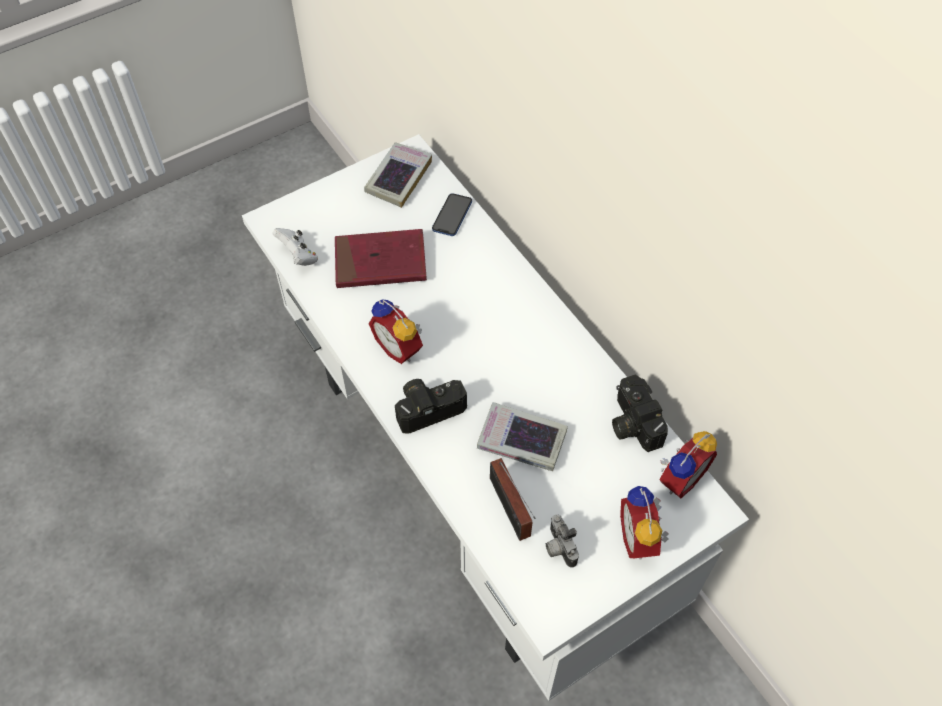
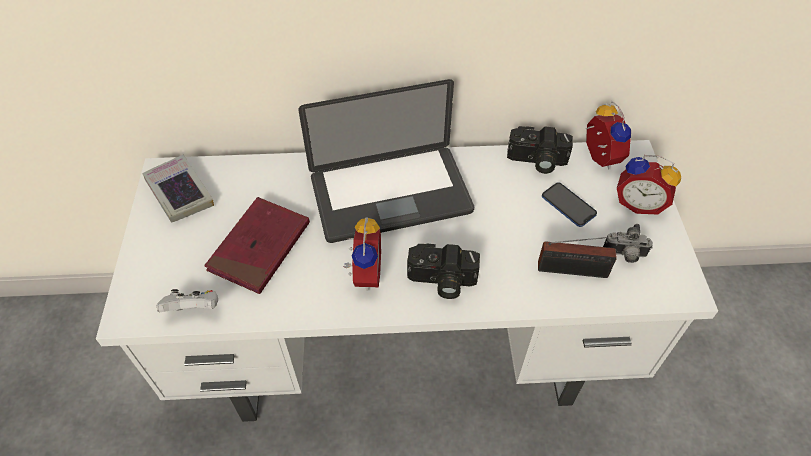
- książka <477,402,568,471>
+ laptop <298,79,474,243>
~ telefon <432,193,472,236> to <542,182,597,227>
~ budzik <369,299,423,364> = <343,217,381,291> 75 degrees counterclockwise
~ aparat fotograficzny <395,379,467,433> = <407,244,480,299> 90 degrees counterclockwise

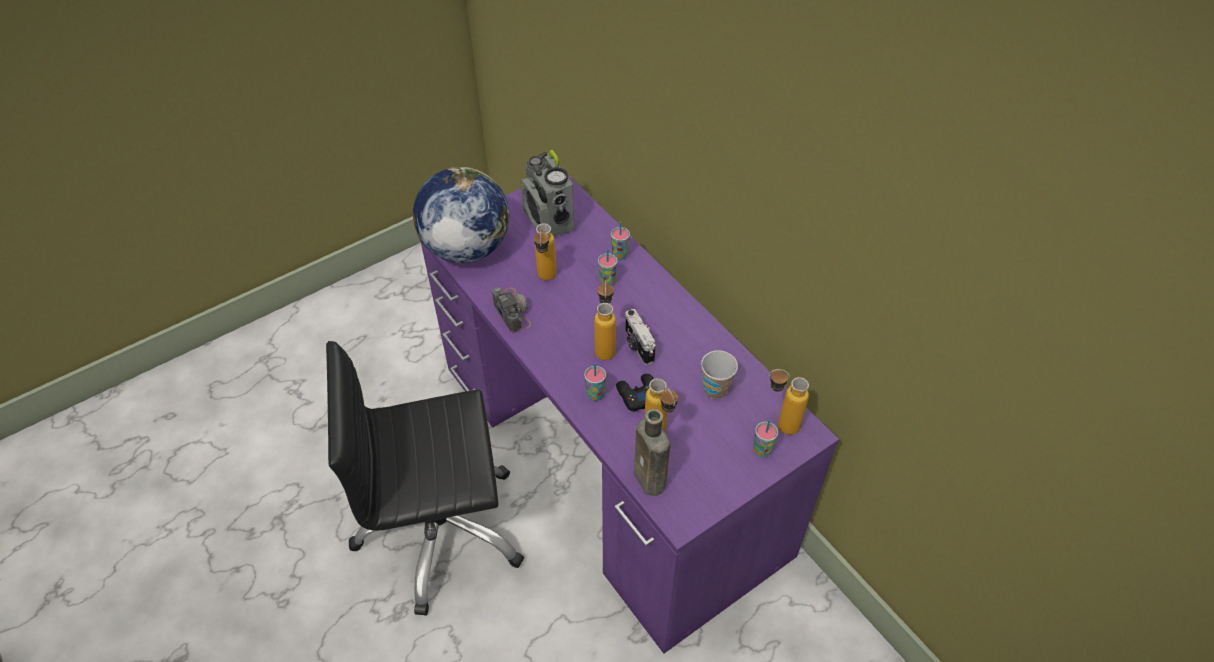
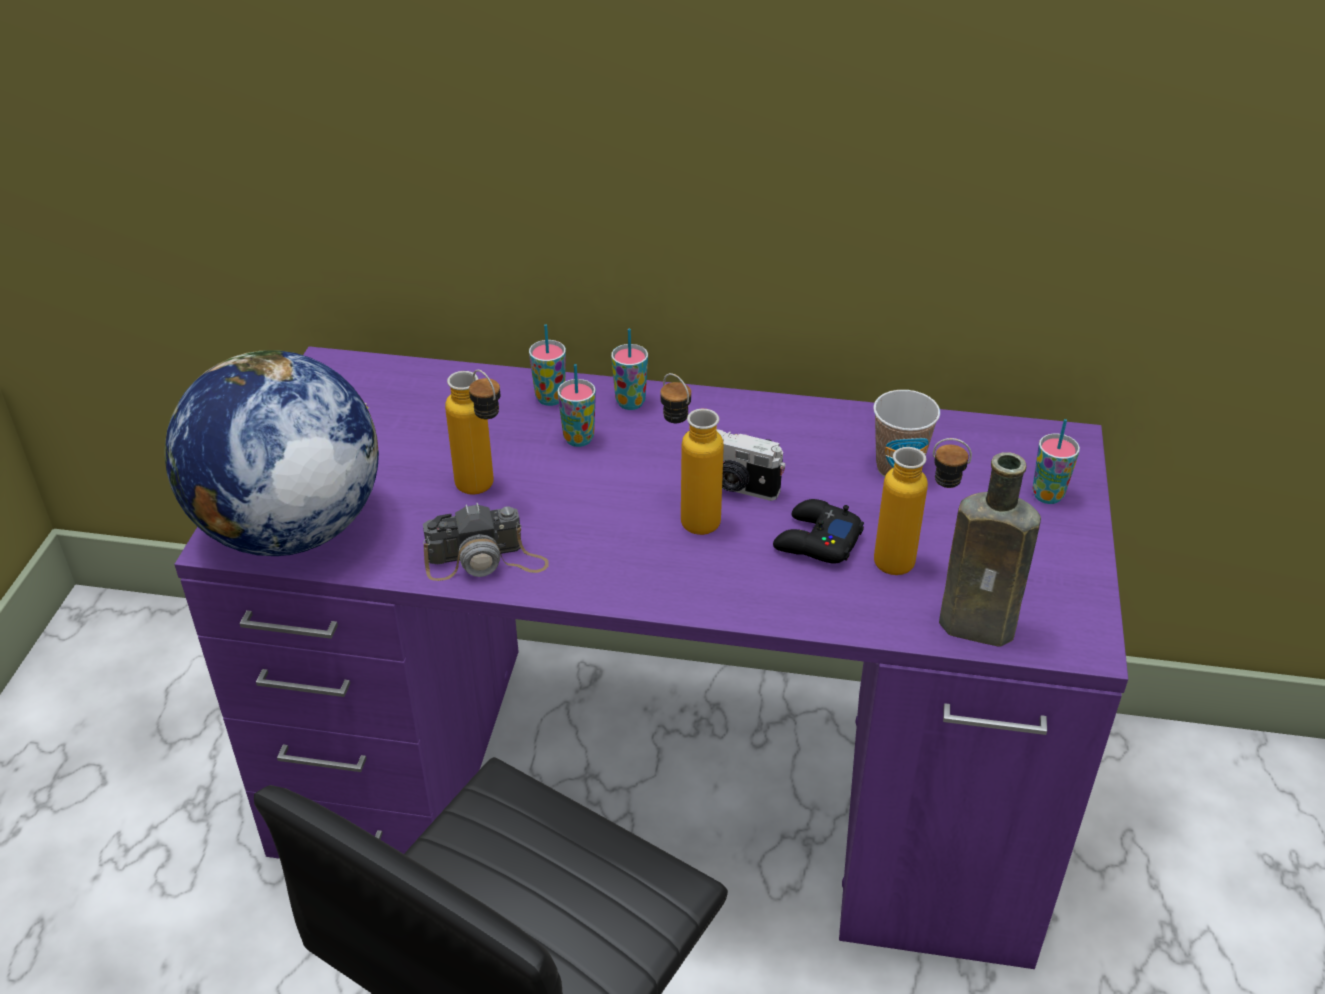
- radio <520,150,575,237>
- butelka <769,369,809,435>
~ filiżanka <584,363,606,401> to <611,329,648,410>
~ aparat fotograficzny <492,287,531,333> = <423,503,549,581> 150 degrees clockwise

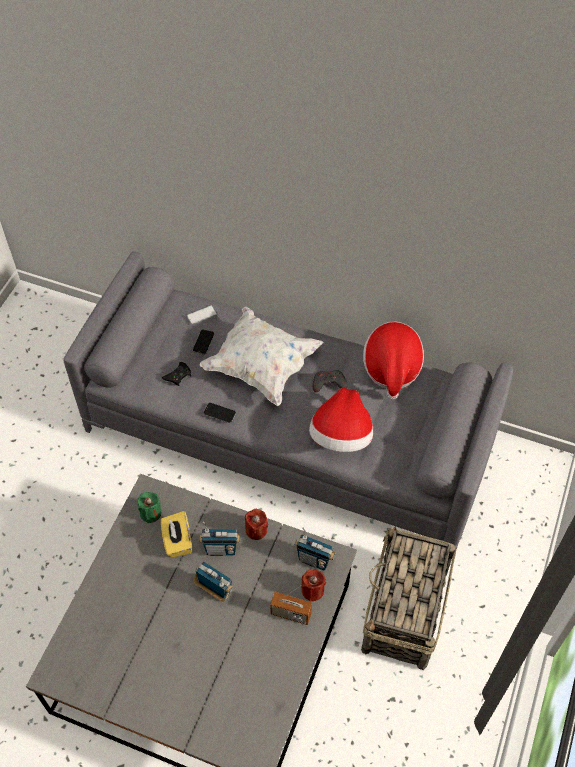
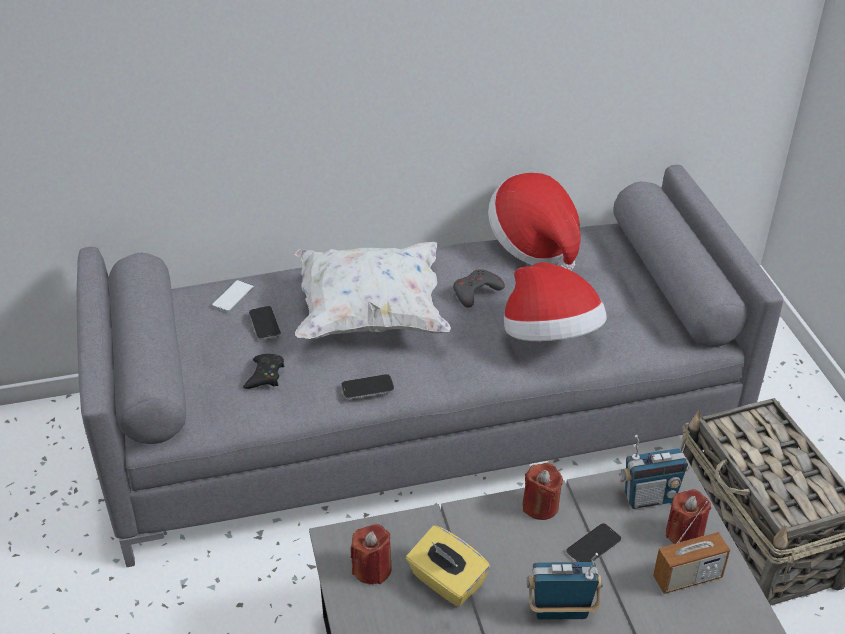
- radio <199,521,240,556>
+ telefon <566,523,622,562>
~ świeca/zielony <137,492,161,523> to świeca/czerwony <351,524,392,584>

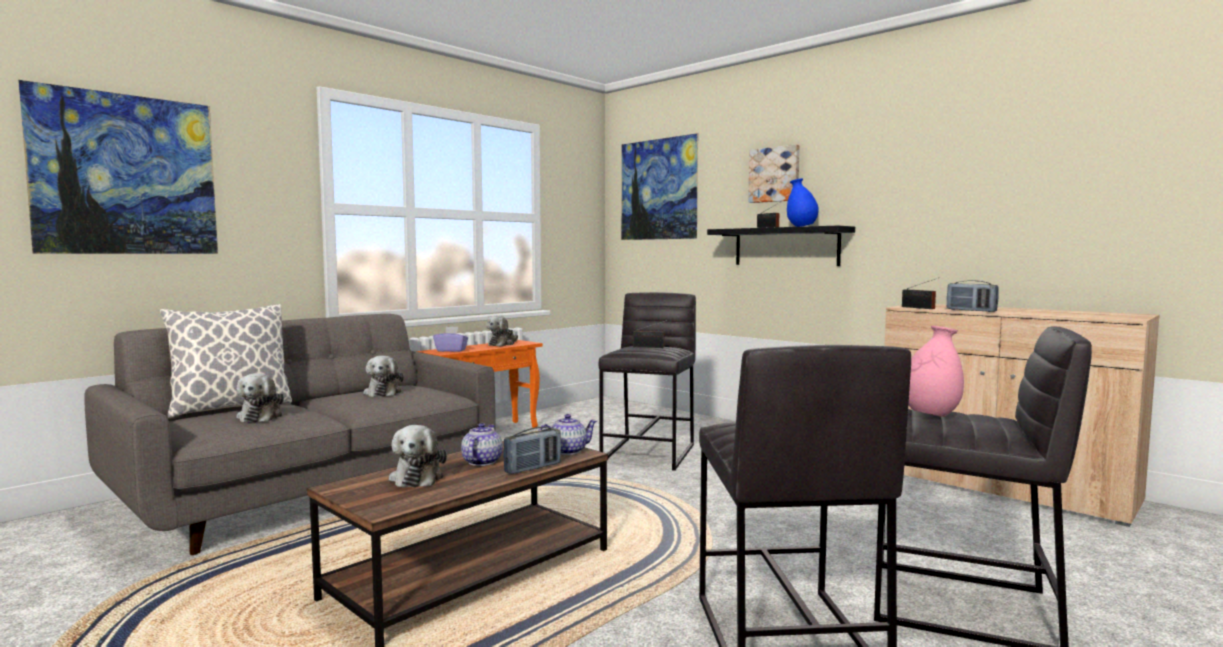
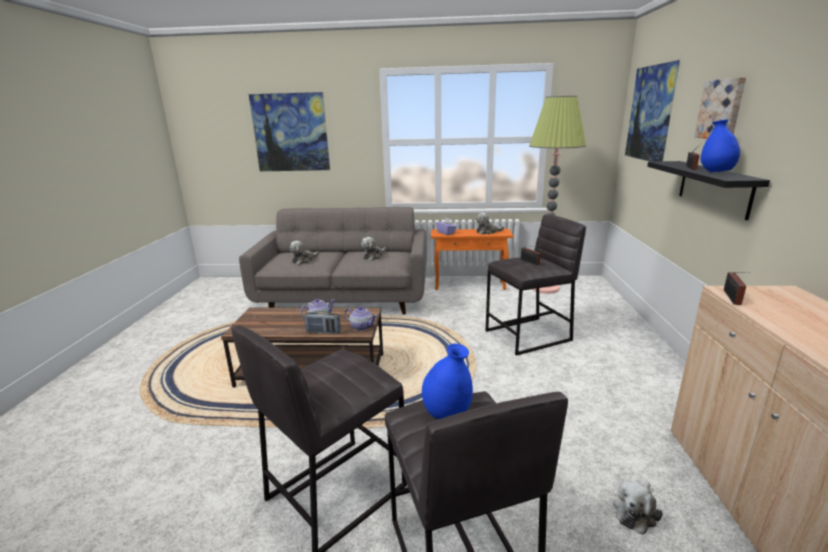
- poduszka <160,304,292,418>
- radio <947,280,999,312>
+ lampa stojąca <529,95,586,294>
~ pluszak <389,425,447,488> to <613,481,663,535>
~ wazon/różowy <908,326,964,417> to wazon/niebieski <422,343,473,419>

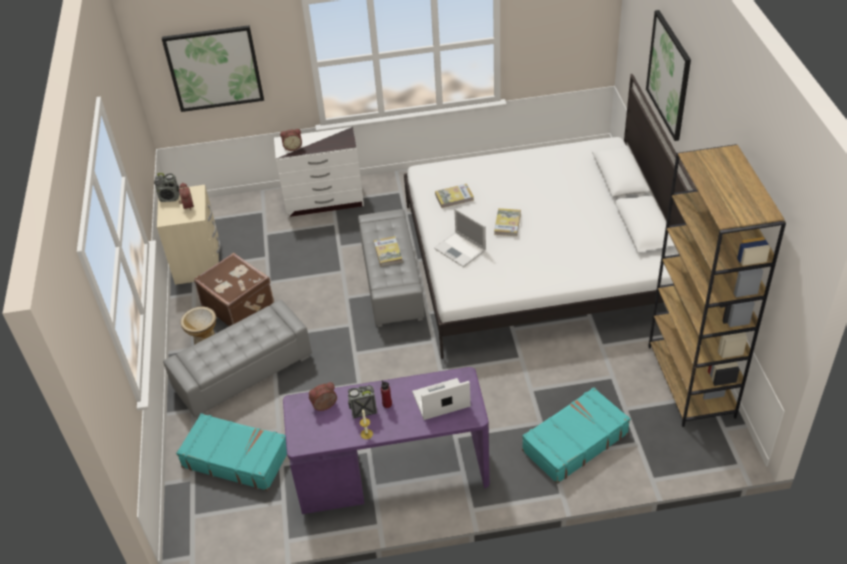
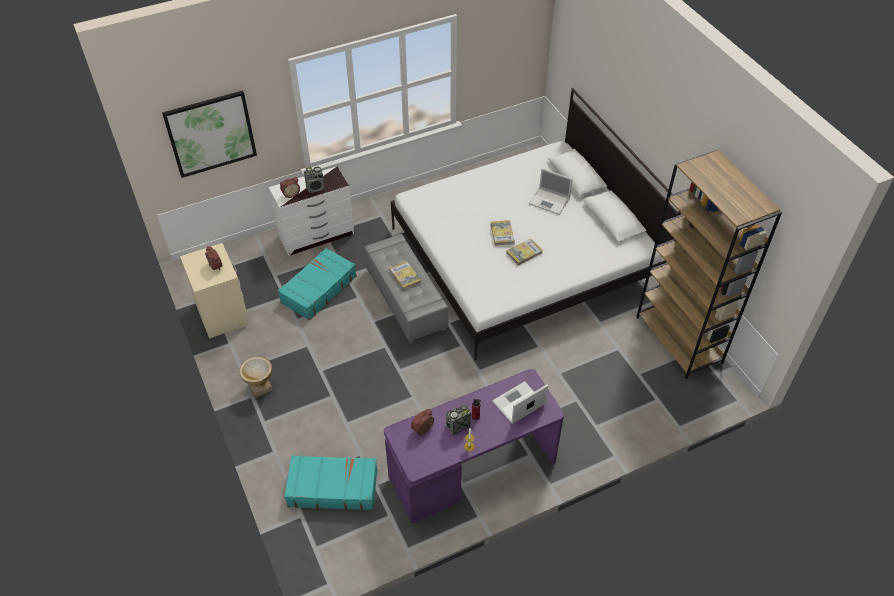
- pufa/szary <163,300,312,419>
- walizka/brązowy <194,253,274,326>
- obraz <646,10,691,141>
~ radio <154,173,180,202> to <304,167,324,193>
~ laptop <434,208,486,267> to <529,168,573,215>
~ książka <435,184,474,208> to <506,239,543,266>
~ walizka/turkusowy <522,387,630,484> to <278,248,357,320>

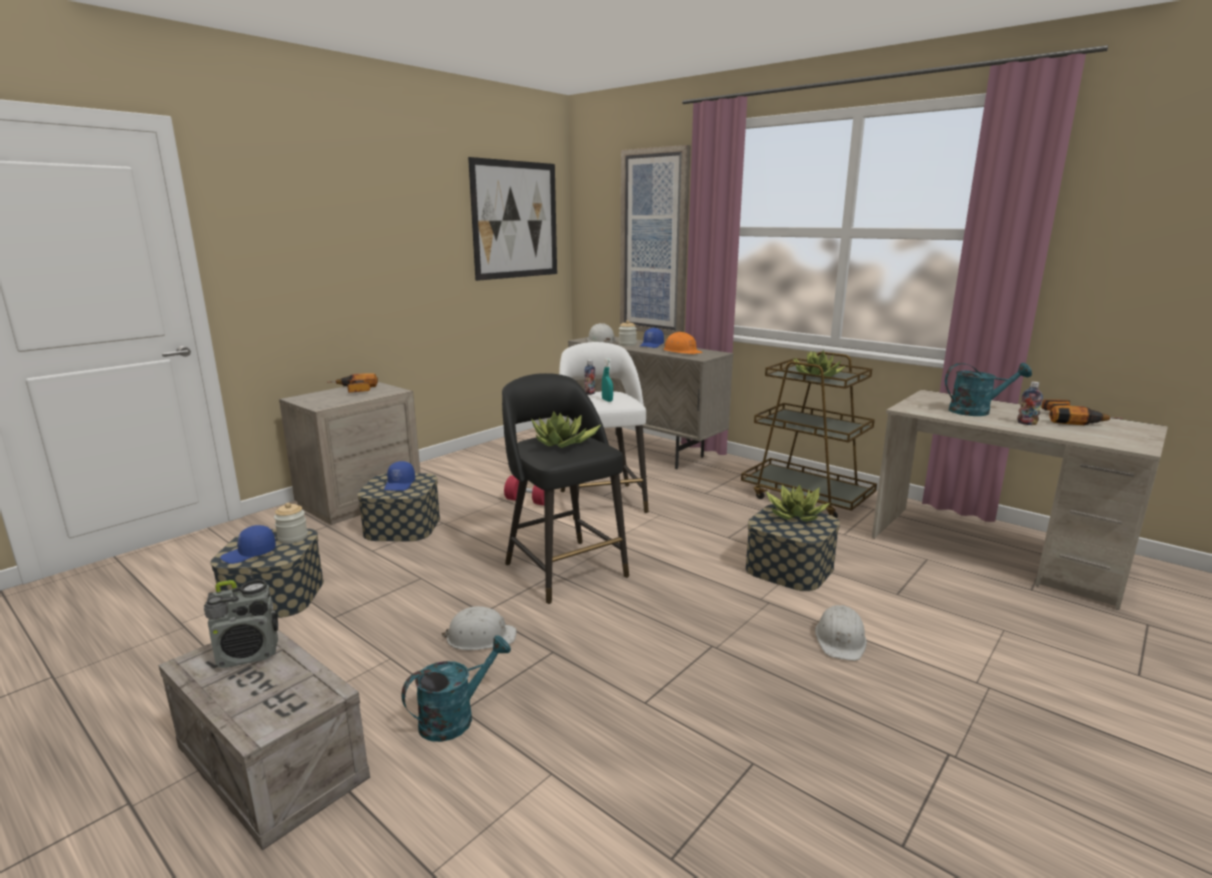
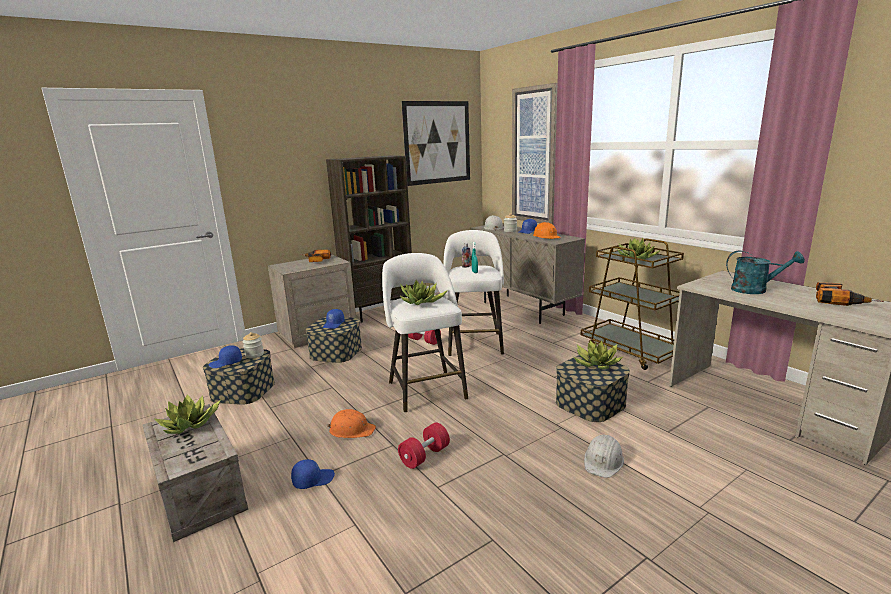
- butelka <1017,381,1043,425>
+ regał/brązowy <326,155,413,322>
+ hantel/czerwony <398,422,450,469>
~ radio <203,580,278,668> to roślina doniczkowa <155,394,221,434>
~ konewka/turkusowy <401,635,511,742> to czapka z daszkiem/niebieski <291,459,335,489>
~ kask/biały <441,606,517,650> to kask/pomarańczowy <327,409,376,438>
~ stołek/czarny <502,373,629,604> to stołek/biały <382,253,468,413>

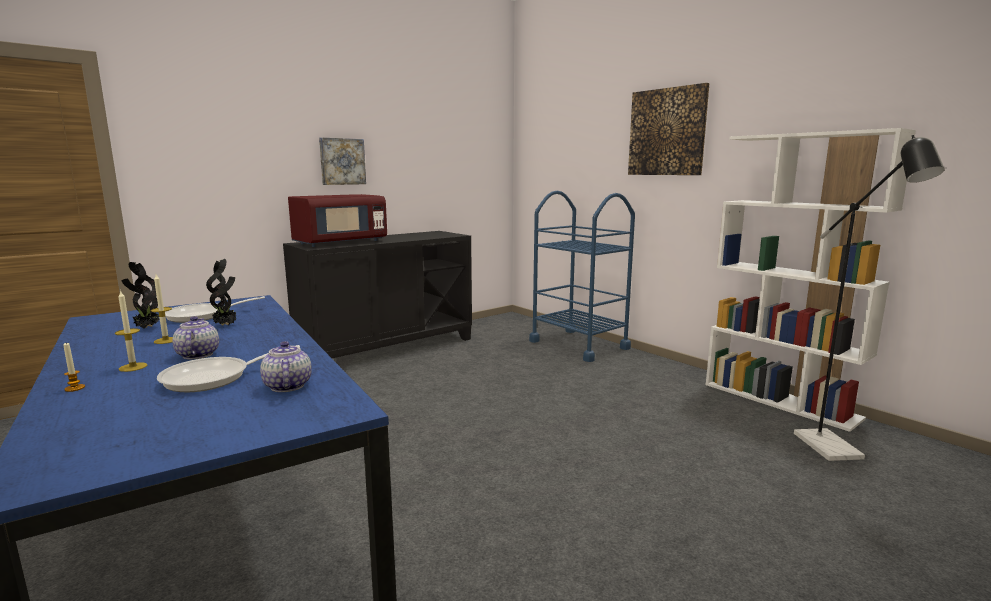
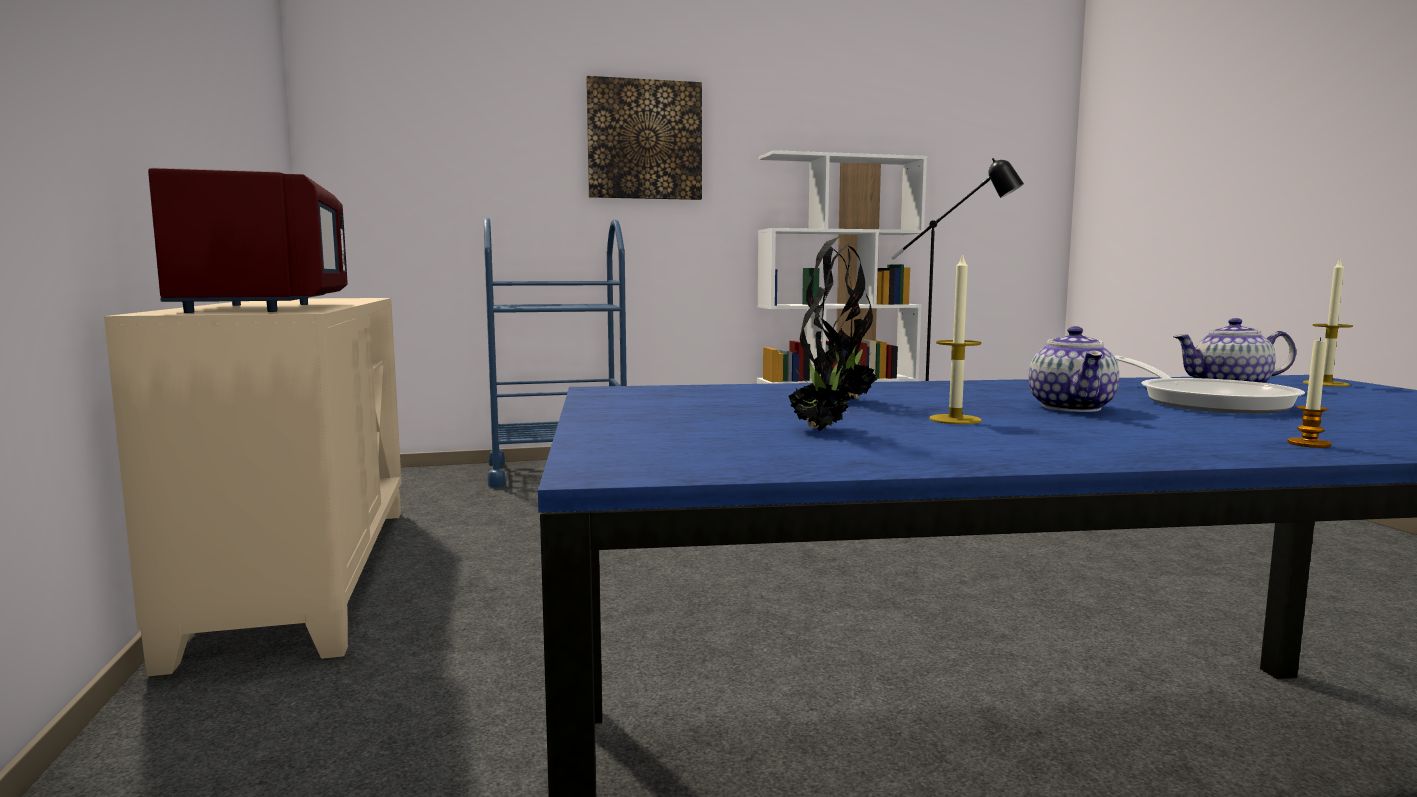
- patelnia <165,296,265,323>
- obraz <319,137,366,185>
~ świeca <115,290,148,372> to <1303,260,1353,387>
~ szafka/czarny <283,231,472,358> to szafka/beżowy <104,298,402,677>
~ imbryk <172,316,219,359> = <1029,326,1119,412> 90 degrees counterclockwise

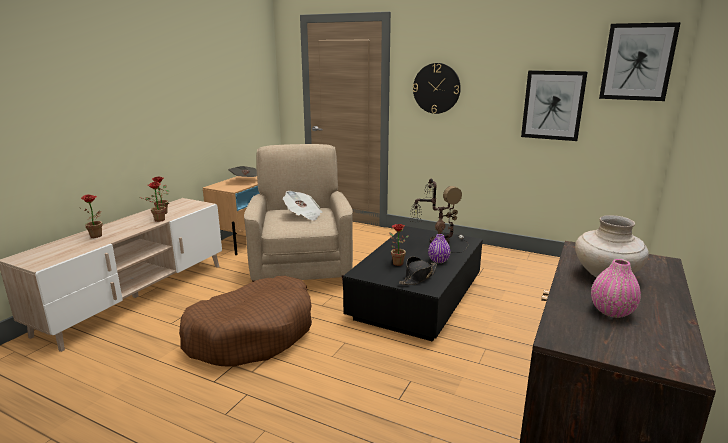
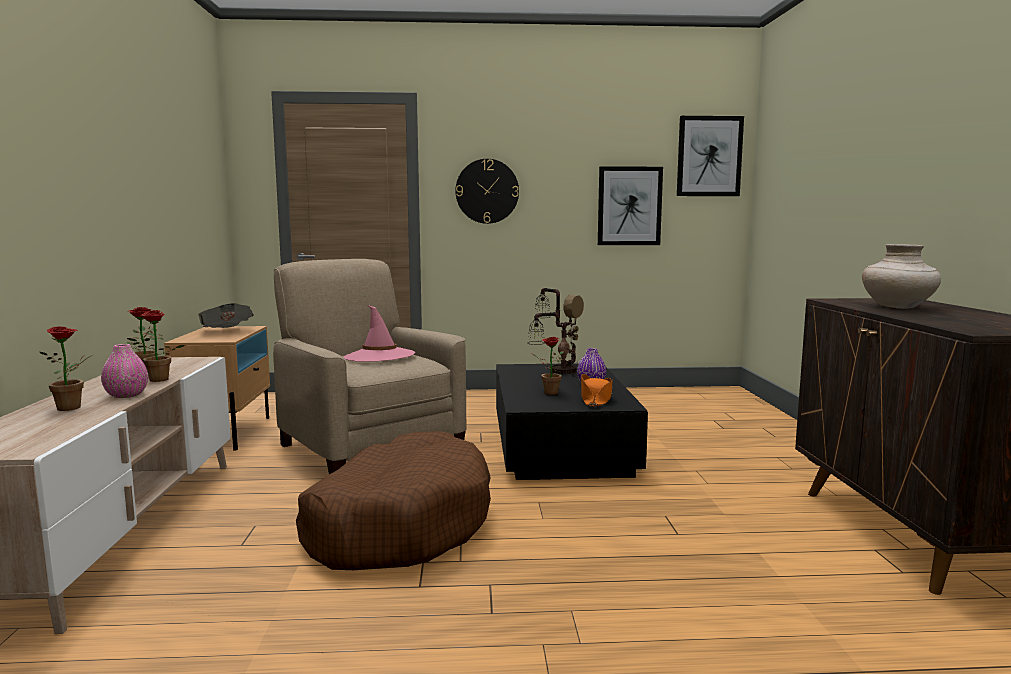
~ wazon/różowy <591,259,641,318> to <101,344,148,398>
~ gazeta <283,191,323,221> to kapelusz/różowy <344,305,415,362>
~ kapelusz/czarny <399,257,437,285> to kapelusz/pomarańczowy <581,374,613,406>

